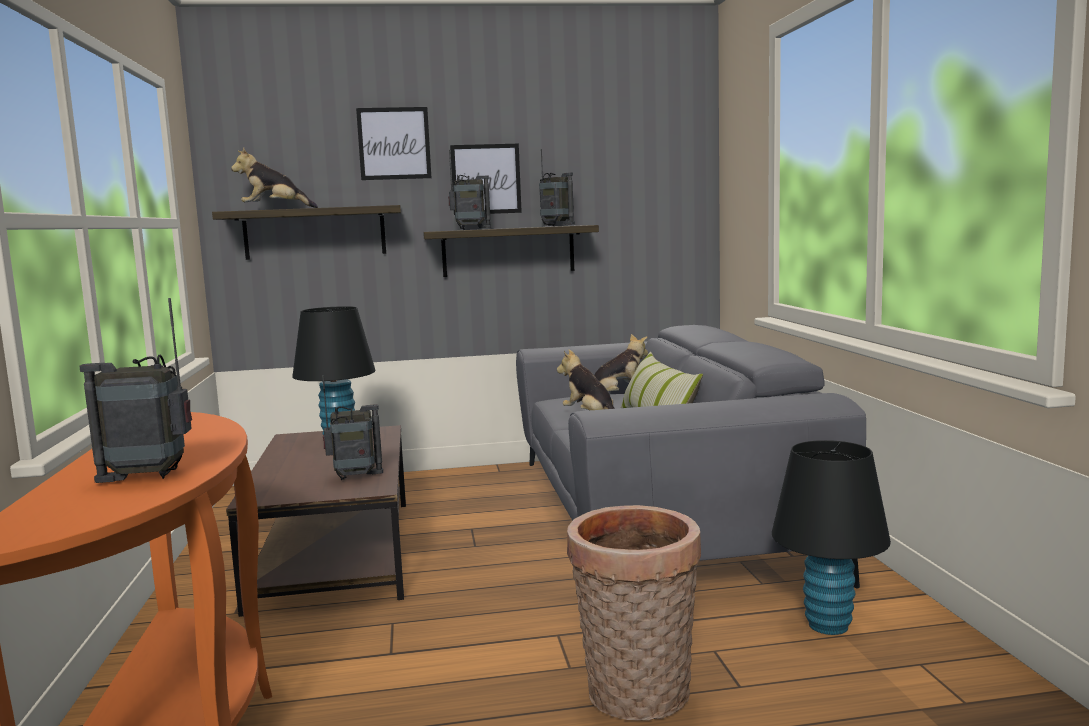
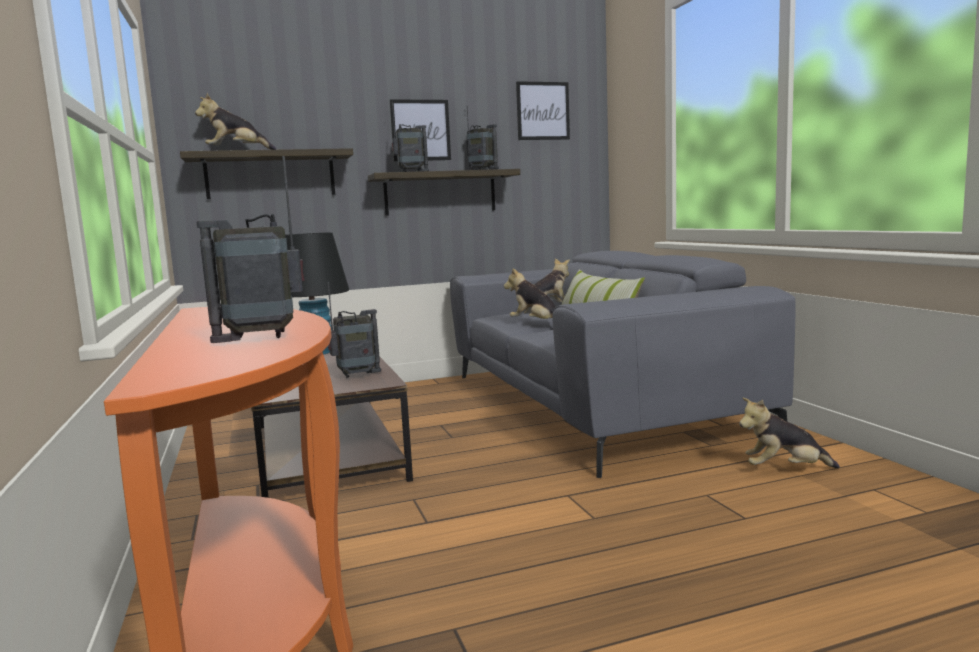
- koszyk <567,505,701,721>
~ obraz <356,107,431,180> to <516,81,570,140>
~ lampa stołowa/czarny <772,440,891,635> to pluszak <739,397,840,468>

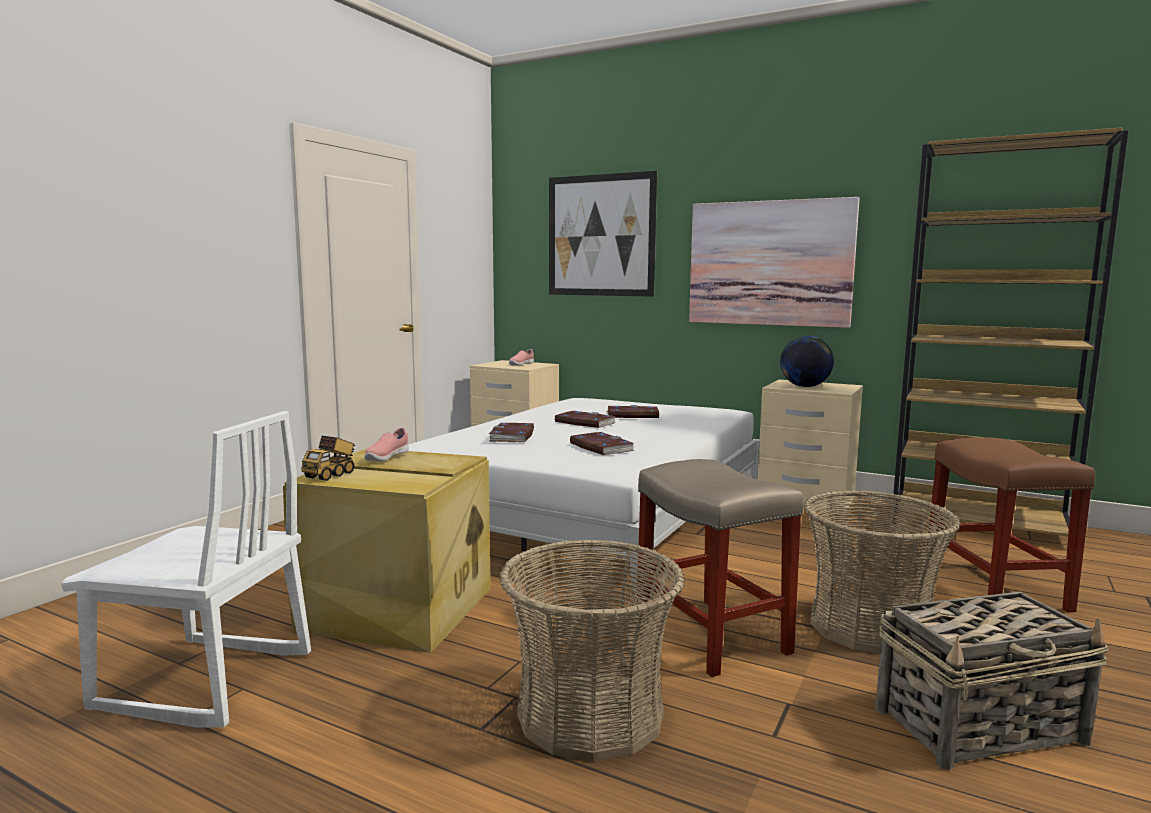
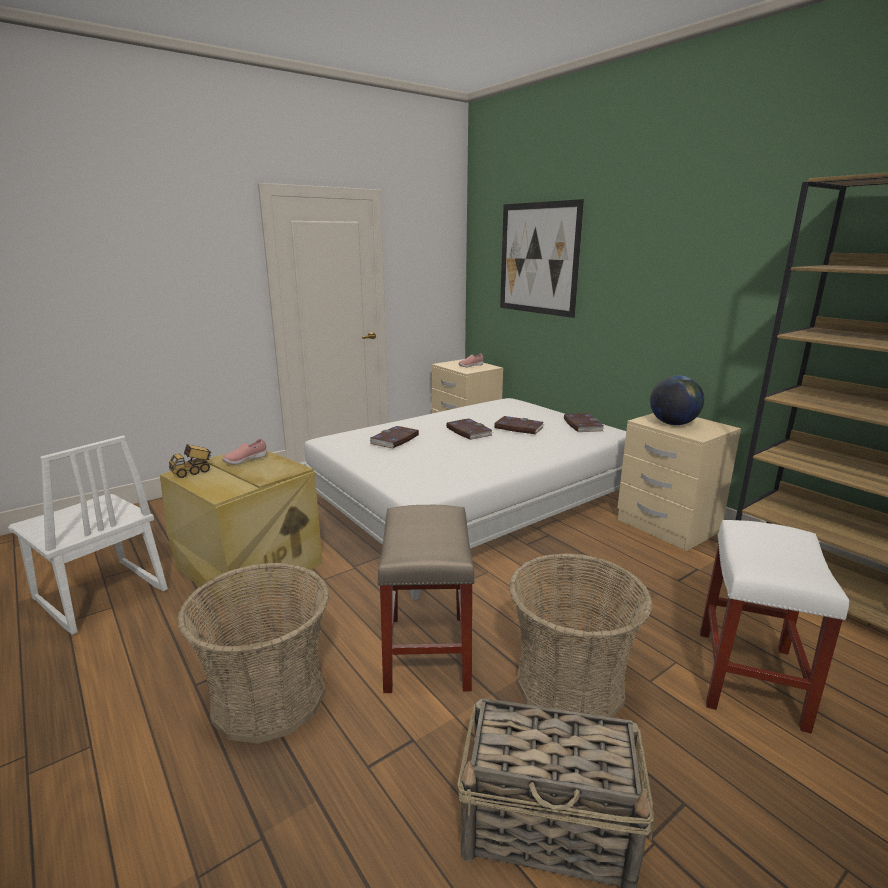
- obraz <689,197,860,328>
~ książka <570,432,635,455> to <564,413,605,432>
~ stołek/brązowy <926,437,1095,613> to stołek/biały <700,520,849,733>

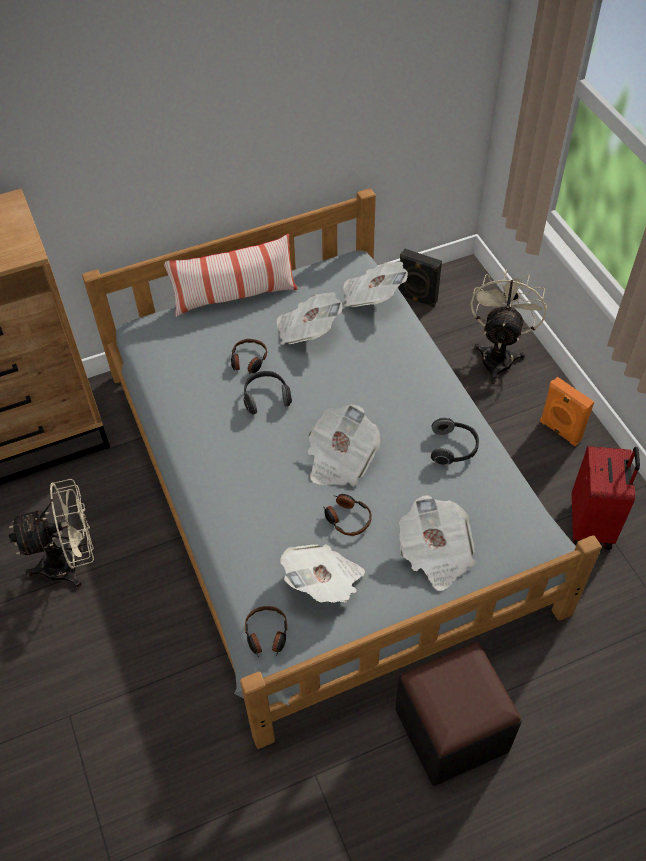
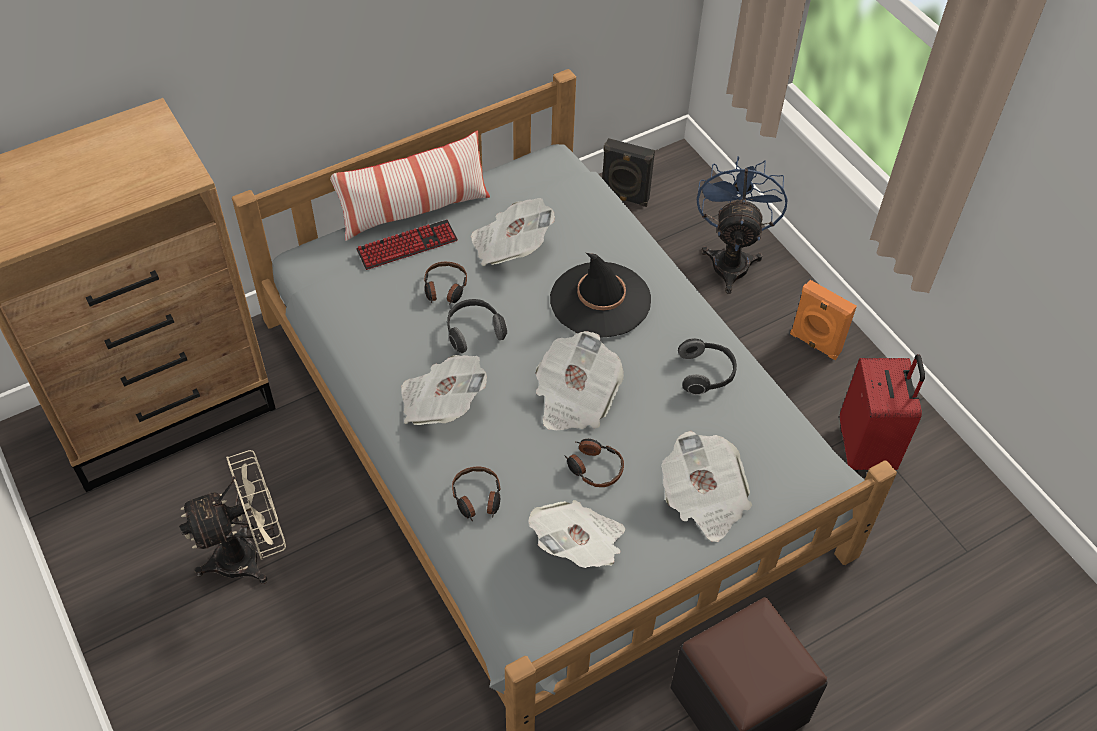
+ klawiatura <356,219,458,270>
+ kapelusz/czarny <550,253,651,338>
~ słuchawki <245,606,287,657> to <452,466,500,521>
~ gazeta <344,262,408,307> to <401,355,487,425>
~ wentylator/beżowy <471,269,547,384> to wentylator/niebieski <697,156,787,294>

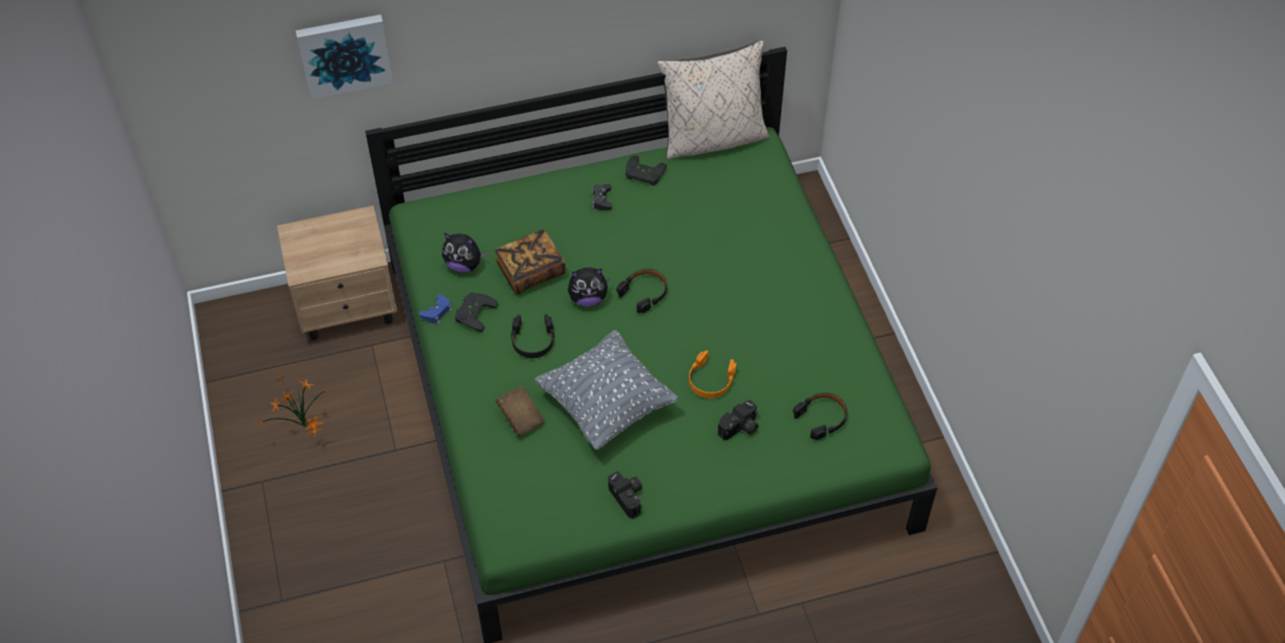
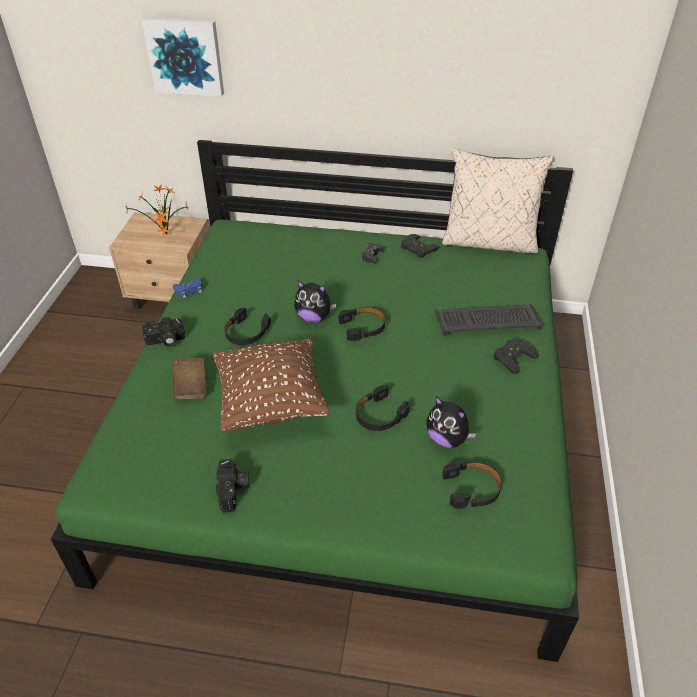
- książka <495,229,565,295>
+ klawiatura <435,304,543,336>
~ roślina doniczkowa <258,373,329,437> to <125,184,190,236>
~ pluszak <442,233,487,273> to <426,396,477,448>
~ pad do gier/czarny <455,292,499,332> to <493,338,539,374>
~ aparat fotograficzny <718,400,759,440> to <142,317,186,347>
~ poduszka/szary <535,330,679,450> to poduszka/brązowy <213,339,330,431>
~ słuchawki/pomarańczowy <689,350,737,398> to słuchawki/czarny <356,386,410,431>

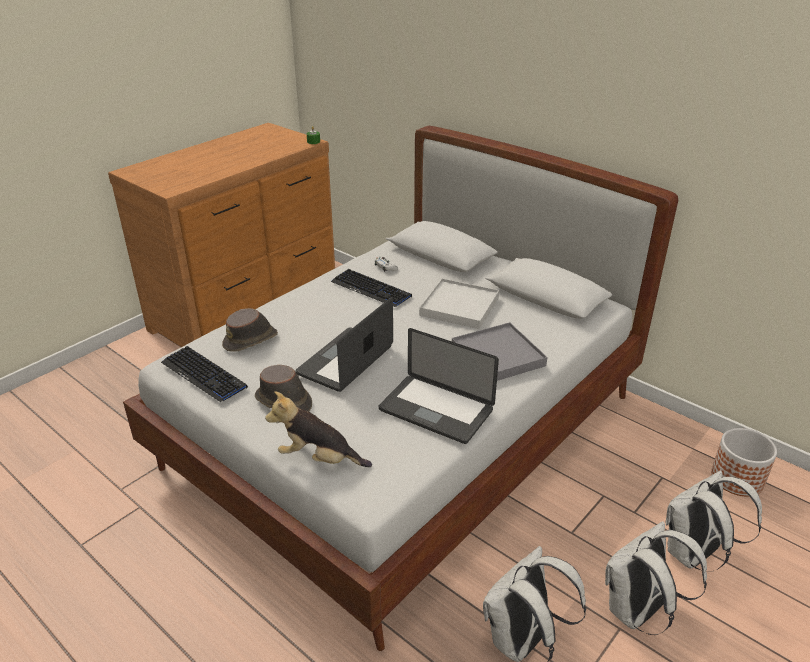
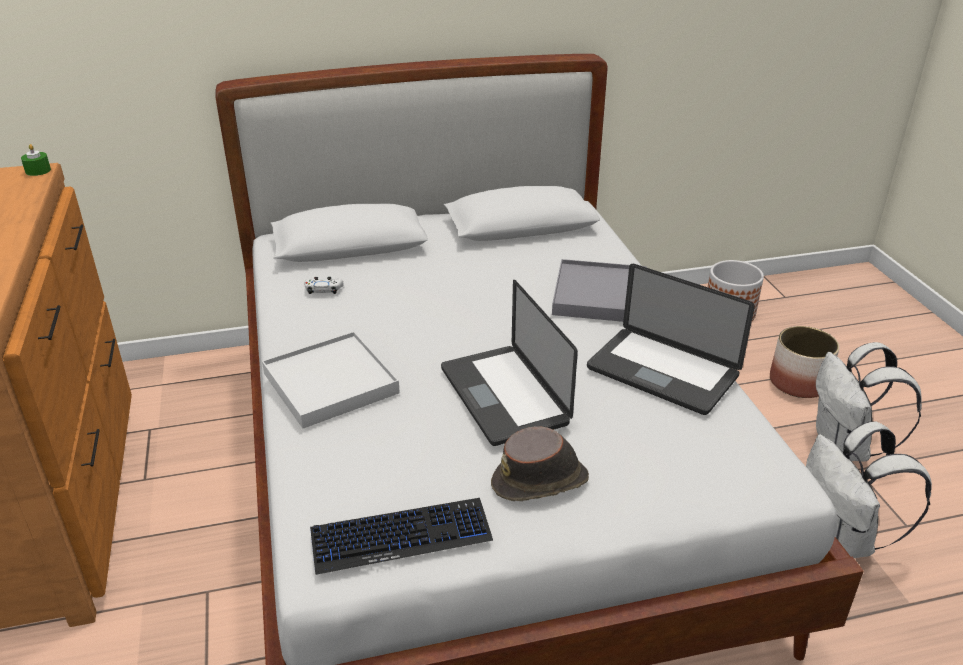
- kapelusz/brązowy <222,308,278,352>
- pluszak <265,391,372,467>
- klawiatura <331,269,412,307>
~ taca/biały <419,278,499,329> to <262,331,400,428>
~ plecak/biały <666,471,762,572> to donica <770,326,839,398>
~ laptop <379,328,499,444> = <587,264,755,415> 60 degrees clockwise

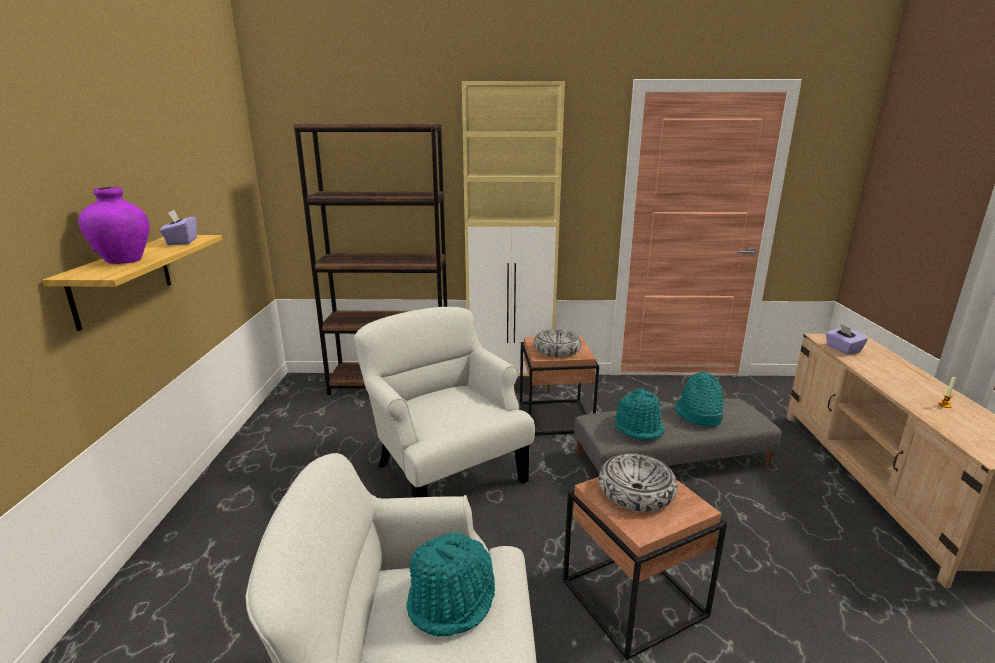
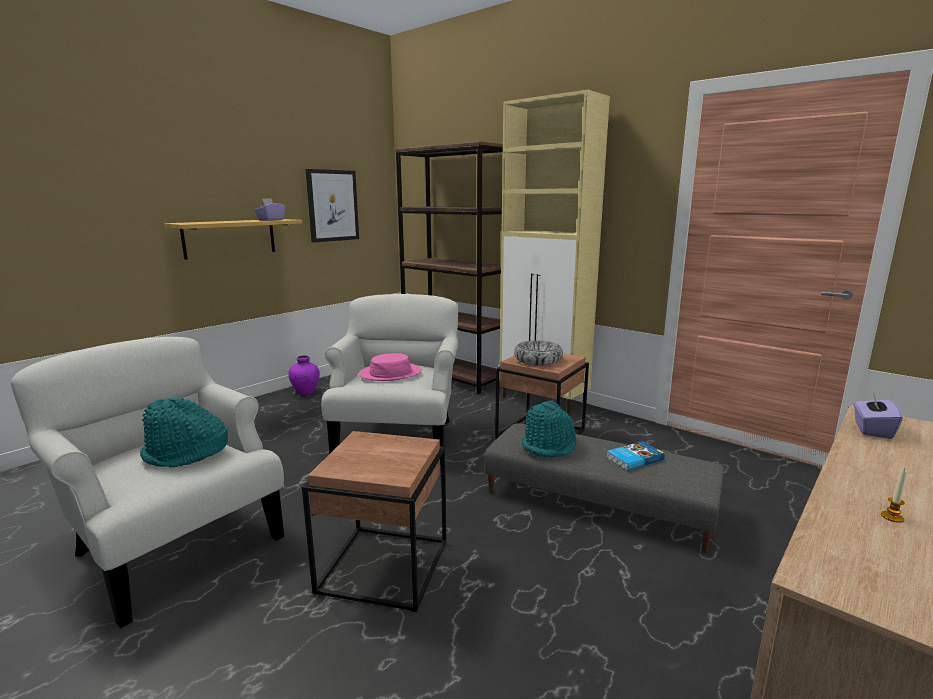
- miska <599,453,678,512>
+ obraz <306,169,359,243>
+ kapelusz/różowy <359,353,422,381>
~ wazon/fioletowy <78,187,150,264> to <288,355,320,395>
~ kapelusz/turkusowy <675,371,724,426> to książka <606,441,665,471>

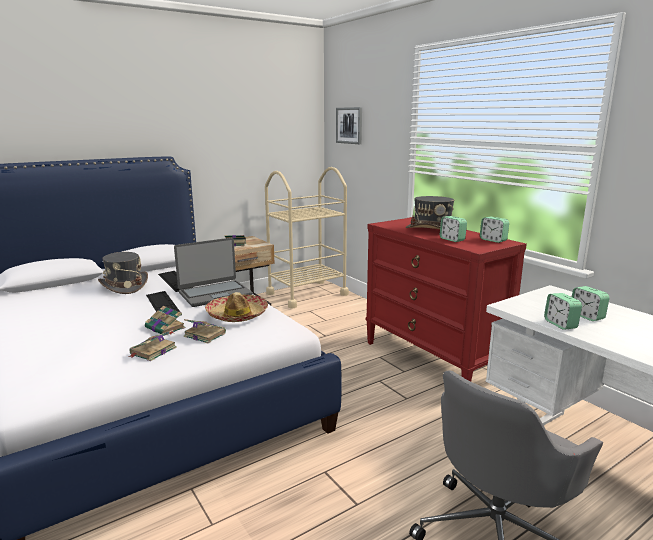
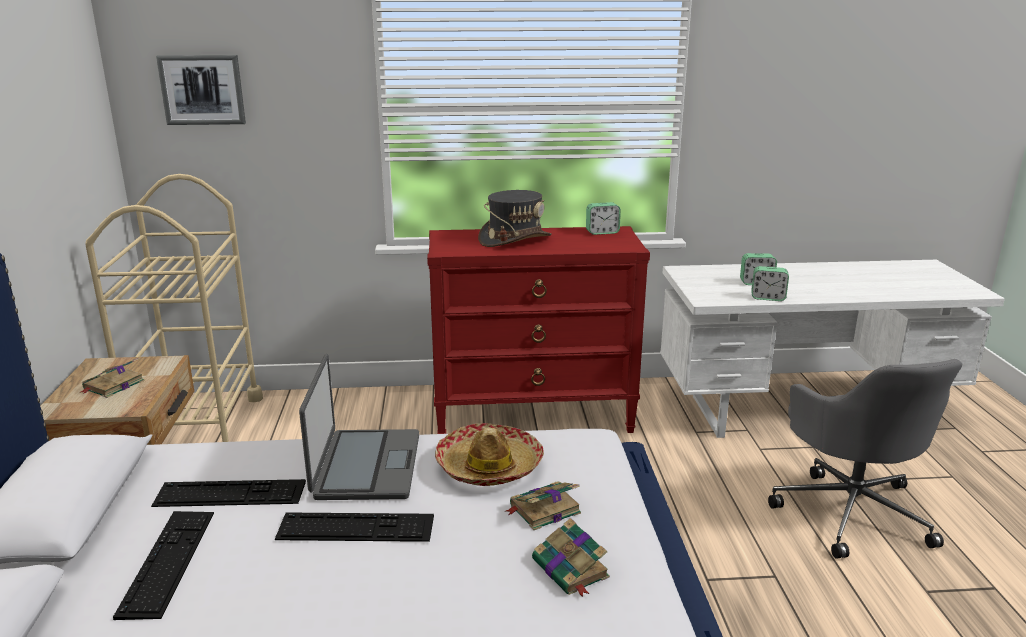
- książka <145,306,186,336>
- budzik <440,216,467,242>
~ kapelusz/szary <98,252,148,294> to klawiatura <113,511,214,620>

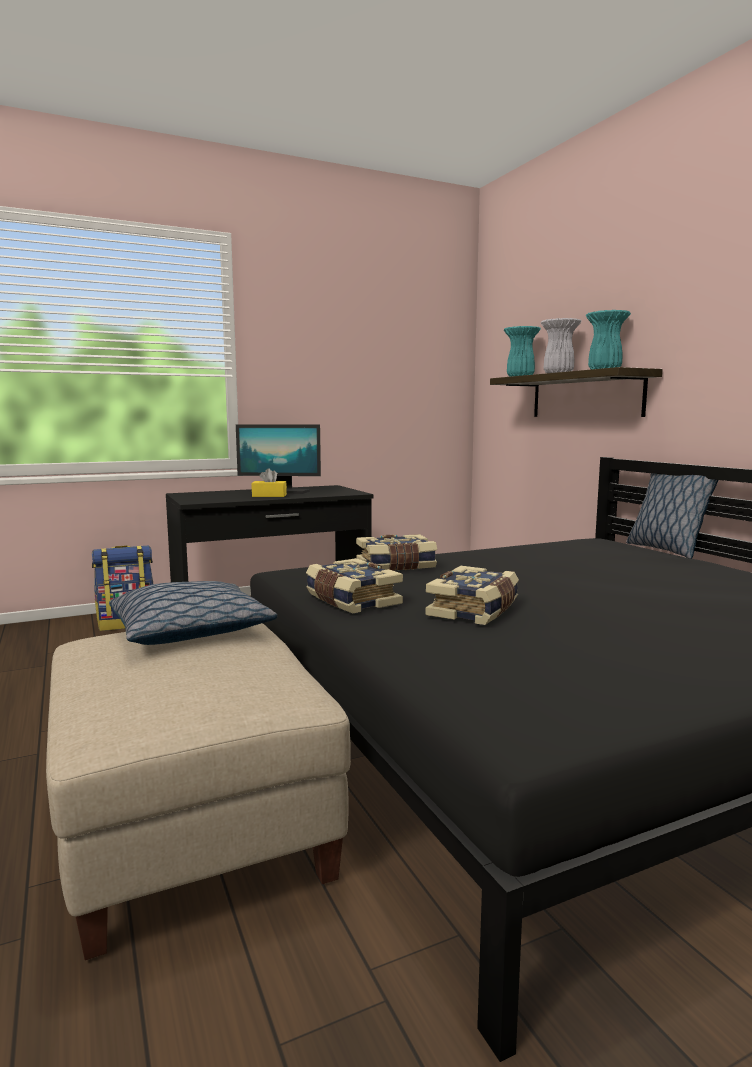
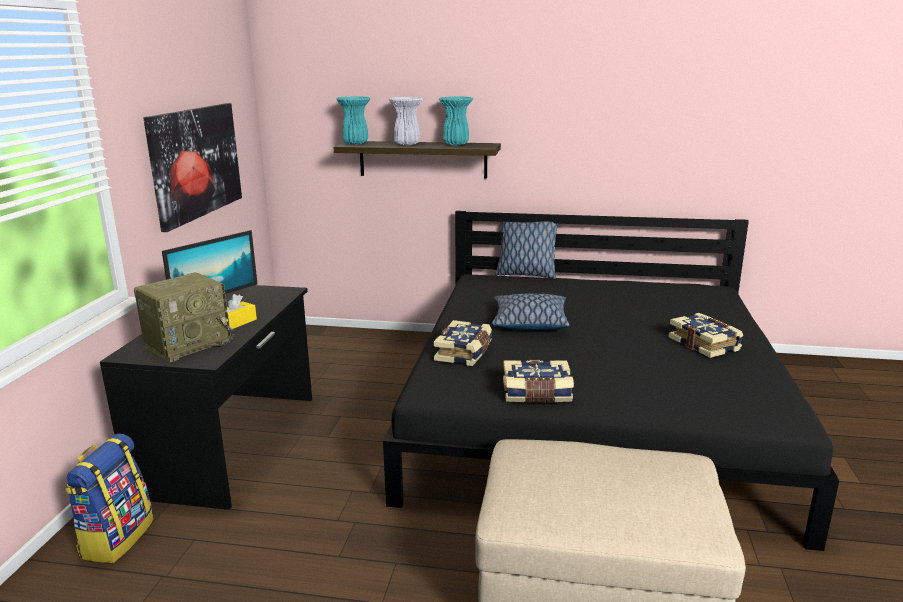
+ radio <134,272,234,362>
+ obraz <143,103,242,232>
~ poduszka <109,581,277,645> to <492,294,570,330>
~ książka <426,566,519,625> to <669,313,743,358>

